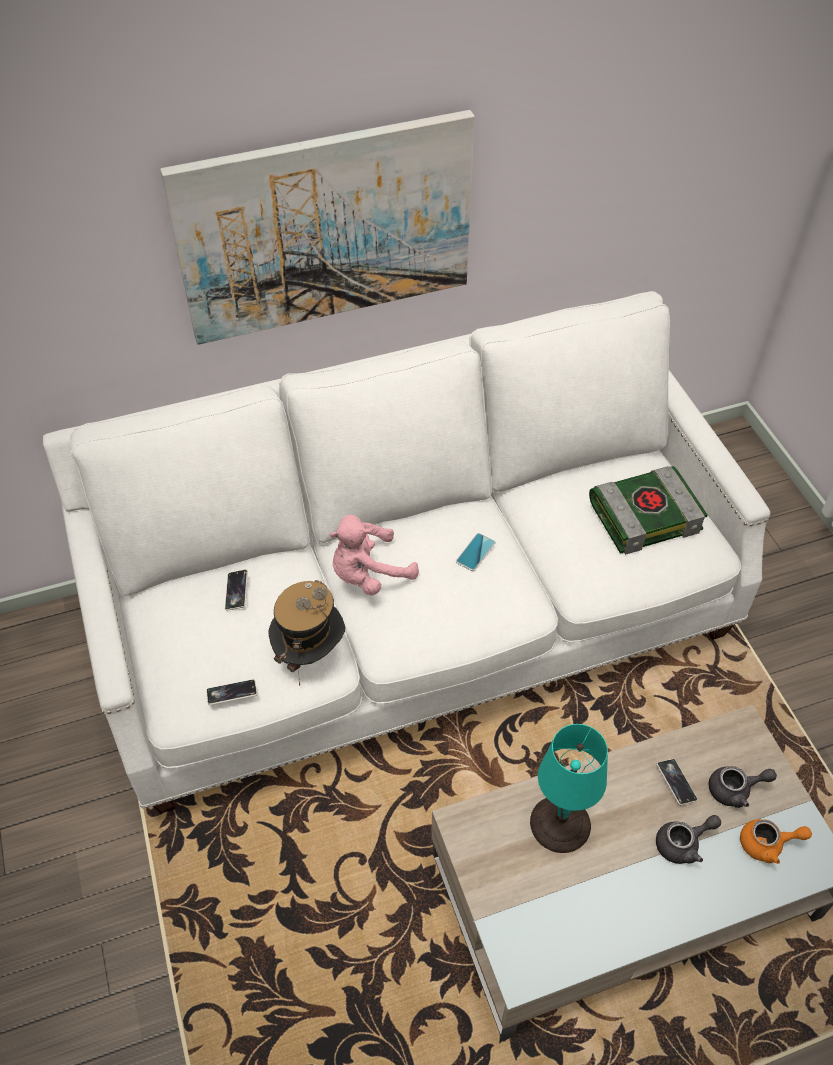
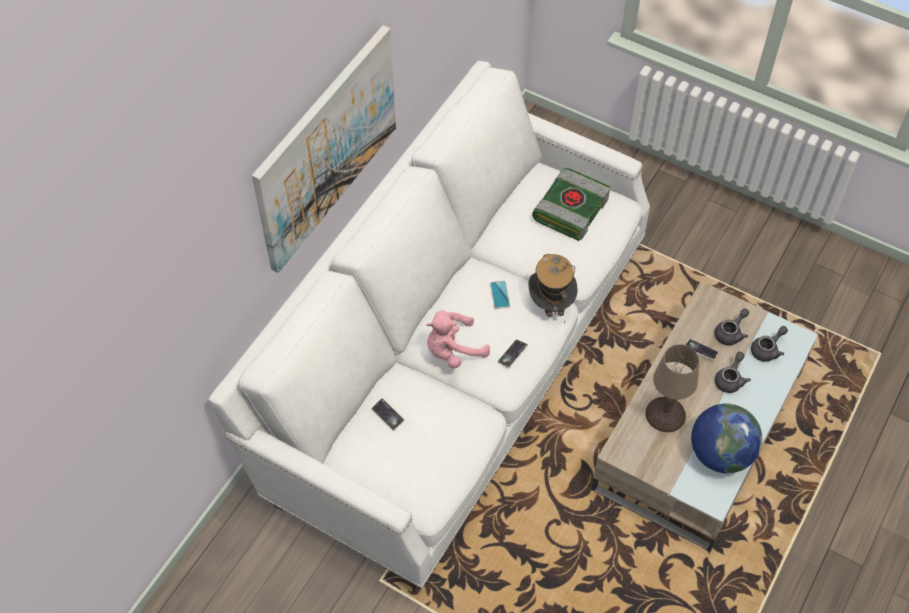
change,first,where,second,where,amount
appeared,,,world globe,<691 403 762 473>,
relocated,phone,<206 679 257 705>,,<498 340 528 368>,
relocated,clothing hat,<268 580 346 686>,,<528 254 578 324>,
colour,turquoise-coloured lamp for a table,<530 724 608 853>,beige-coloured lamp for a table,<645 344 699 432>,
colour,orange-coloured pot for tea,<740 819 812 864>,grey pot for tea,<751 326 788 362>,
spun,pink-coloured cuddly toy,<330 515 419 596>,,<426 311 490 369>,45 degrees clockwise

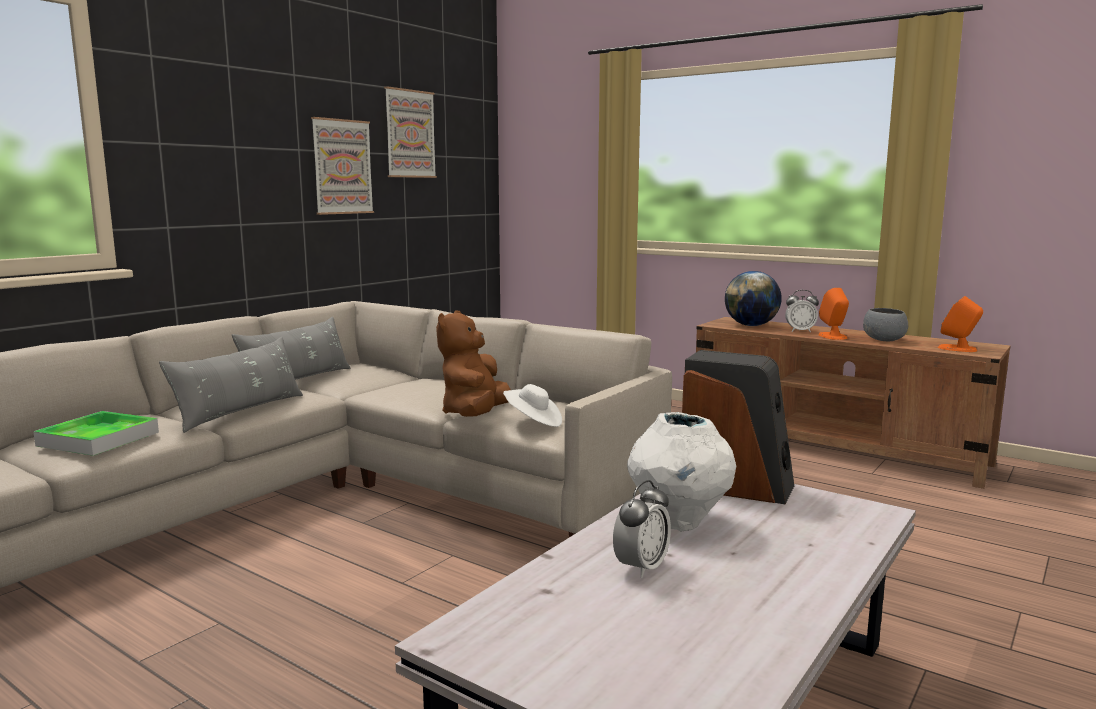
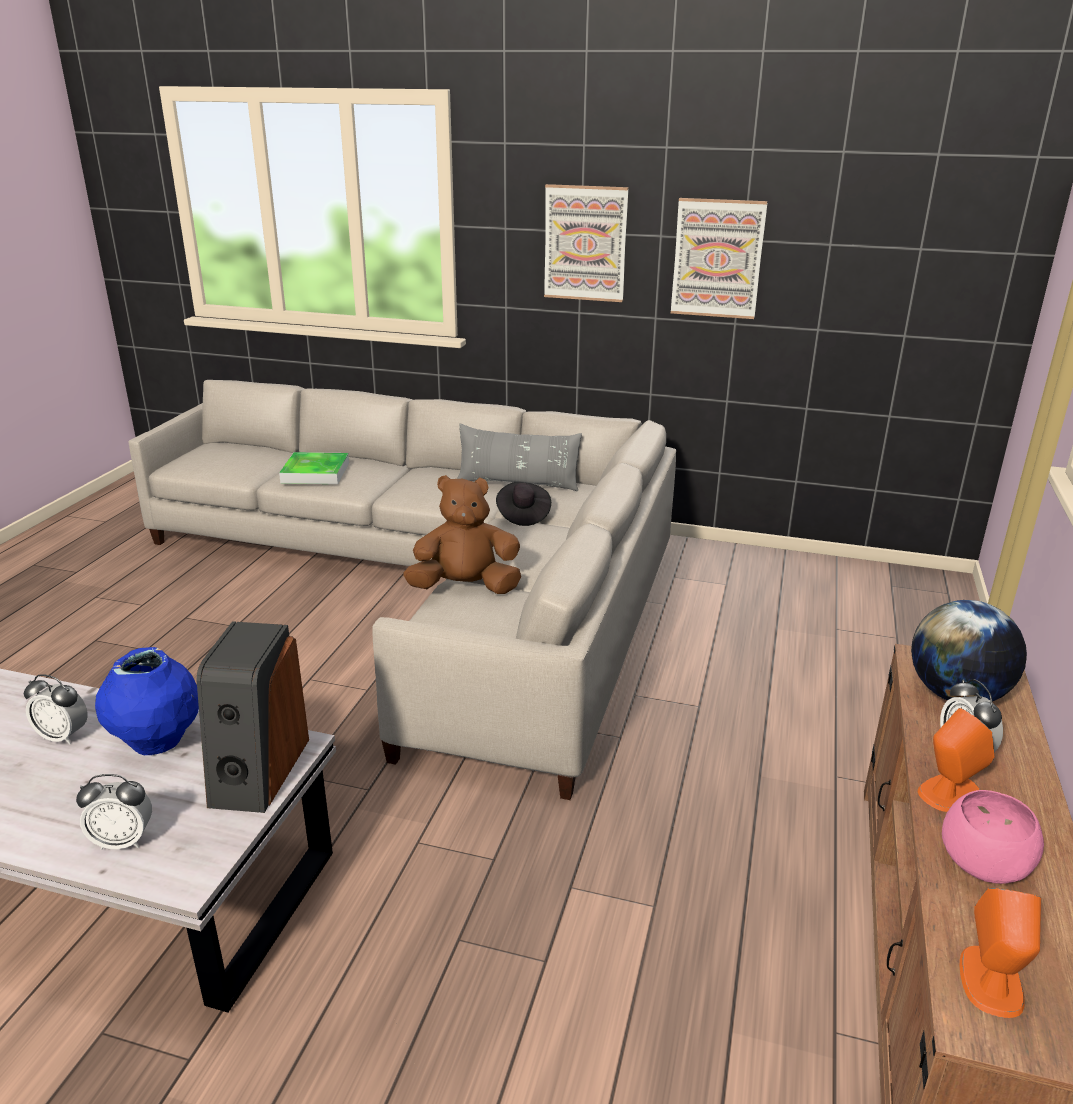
change,first,where,second,where,amount
missing,grey pillow,<159 337 303 433>,,,
missing,white-coloured clothing hat,<503 384 562 427>,,,
appeared,,,table clock,<76 774 152 850>,
appeared,,,black-coloured clothing hat,<496 482 551 526>,
relocated,wall art,<384 86 437 178>,,<544 184 629 302>,
colour,white-coloured vase,<627 412 736 532>,blue vase,<95 647 199 755>,
colour,grey bowl,<863 308 908 341>,pink-coloured bowl,<942 790 1044 884>,

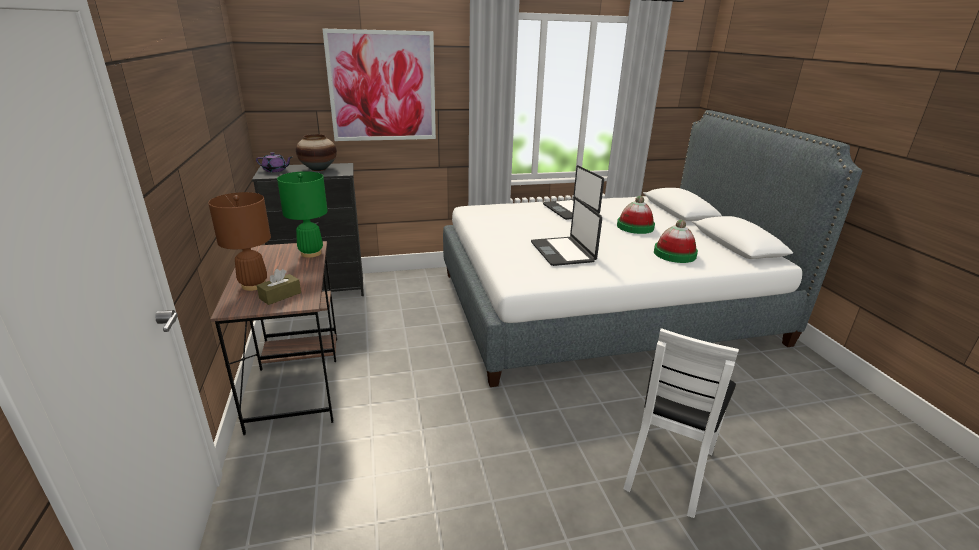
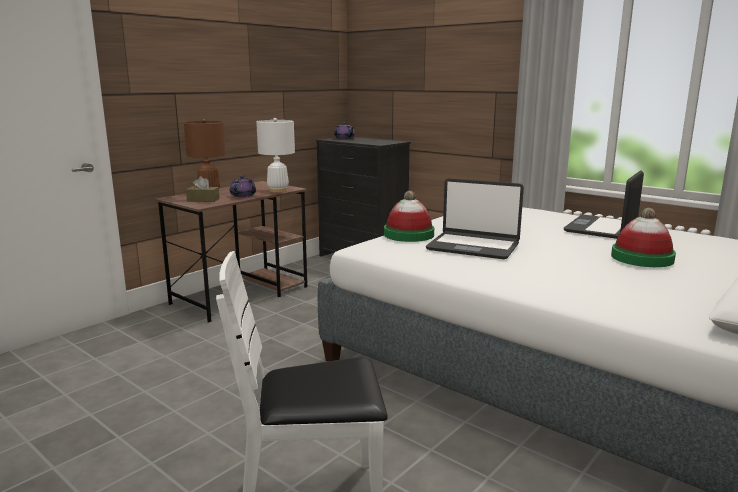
change,first,where,second,where,amount
missing,vase,<296 134 337 171>,,,
missing,wall art,<322 29 436 141>,,,
appeared,,,purple-coloured pot for tea,<230 176 256 197>,
relocated,clothing hat,<654 220 698 263>,,<384 191 434 242>,
colour,greenish lamp for a table,<277 171 328 258>,white-coloured lamp for a table,<256 118 295 192>,
spun,notebook computer,<531 197 602 266>,,<426 178 524 259>,105 degrees counterclockwise

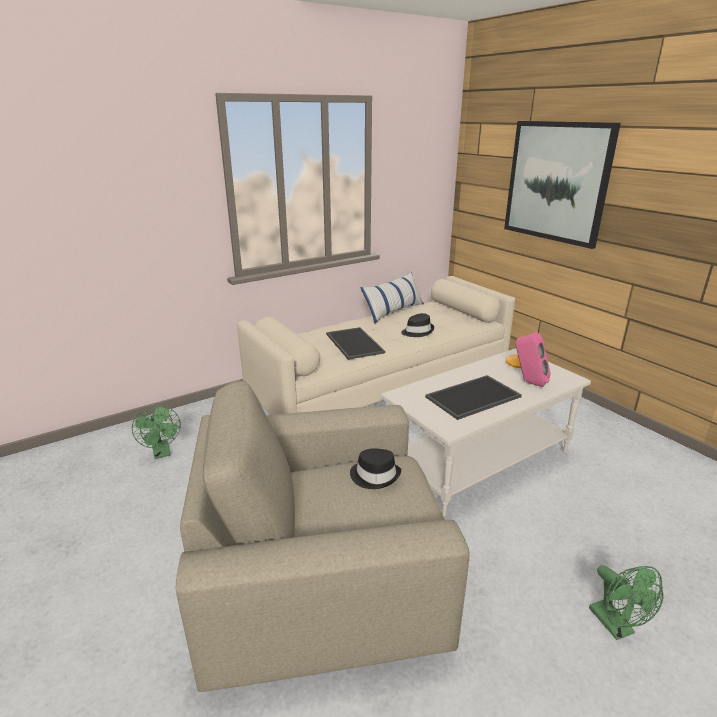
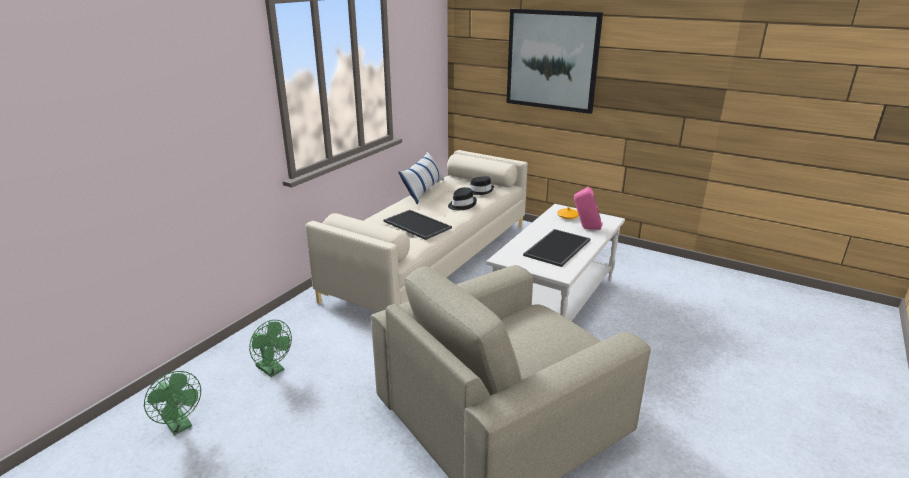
change,first,where,second,where,amount
relocated,black-coloured clothing hat,<350 448 401 489>,,<469 176 494 195>,
relocated,greenish fan,<589 565 663 640>,,<144 371 201 435>,

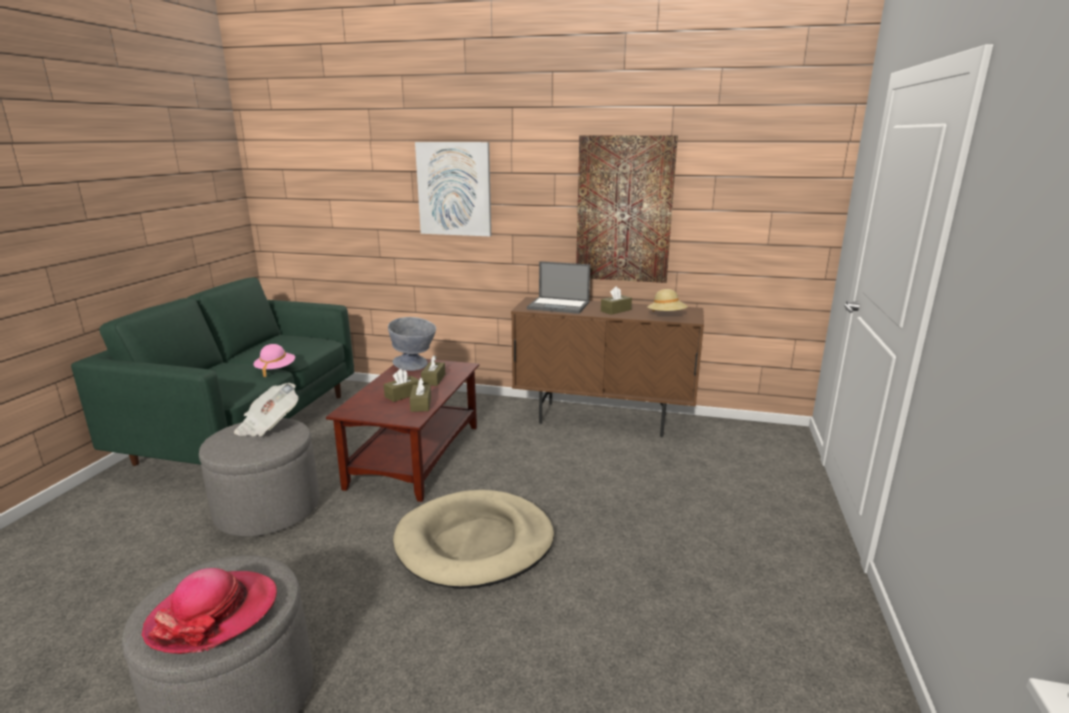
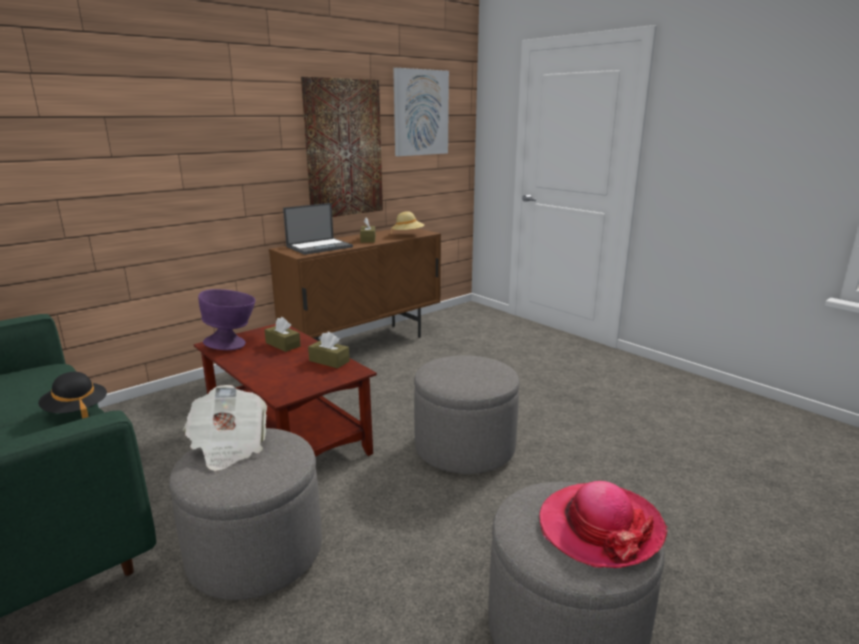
change,first,where,second,where,amount
missing,brownish tissue holder,<384 369 419 402>,,,
relocated,wall art,<415 142 491 236>,,<393 68 449 156>,
exchanged,beige-coloured dog cushion,<393 490 554 589>,grey pouffe,<414 355 520 474>,
colour,pink-coloured clothing hat,<253 344 295 377>,black-coloured clothing hat,<38 372 107 419>,
colour,grey bowl,<388 317 436 371>,purple-coloured bowl,<198 289 256 350>,

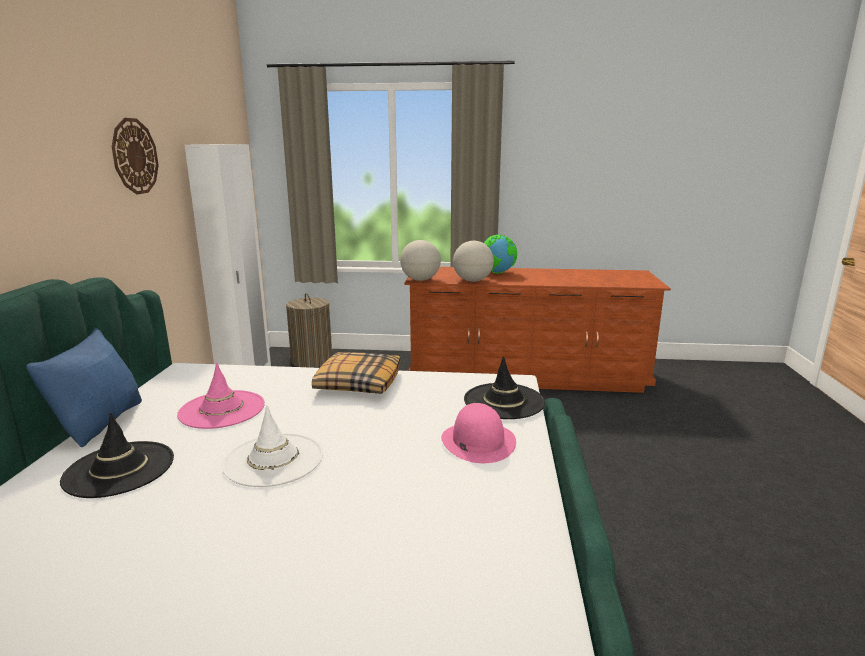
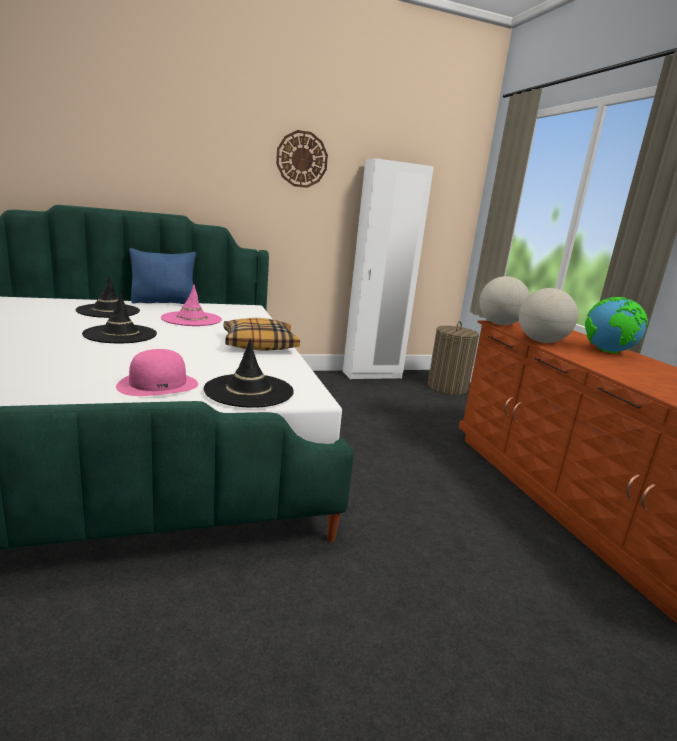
change,first,where,second,where,amount
colour,white-coloured clothing hat,<222 405 323 487>,black-coloured clothing hat,<82 293 157 343>,

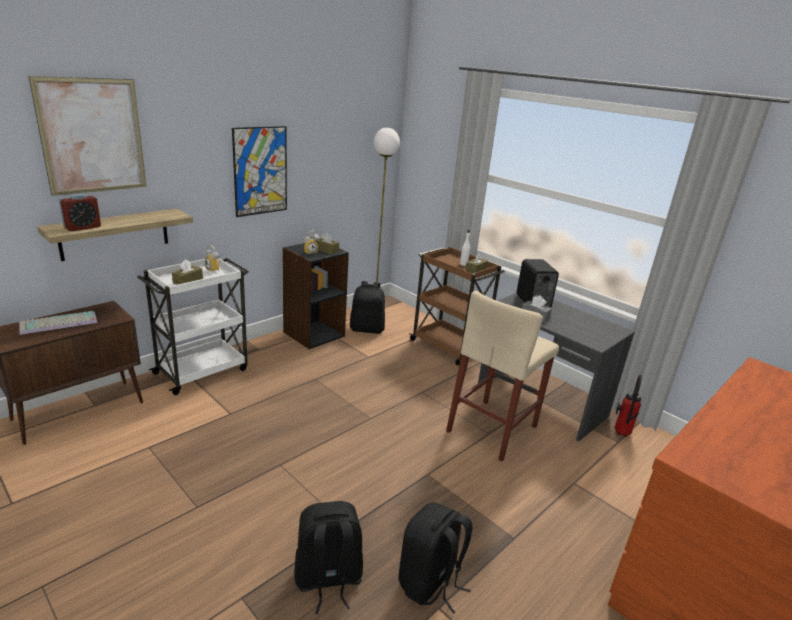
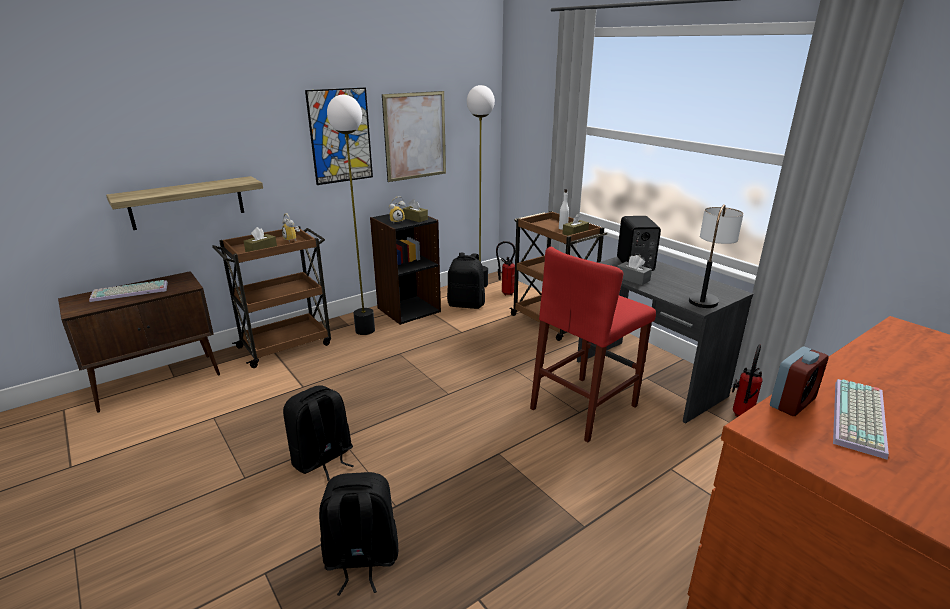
change,first,where,second,where,amount
appeared,,,standing lamp,<327 95 375 335>,
appeared,,,fire-fighting cylinder,<496 241 515 295>,
appeared,,,lamp for a table,<689 204 744 308>,
appeared,,,computer keyboard,<833 379 889 460>,
relocated,wall art,<29 76 146 196>,,<382 91 446 182>,
relocated,table clock,<59 194 101 231>,,<770 347 829 416>,
relocated,black-coloured backpack,<399 502 473 614>,,<283 385 354 481>,
colour,white-coloured trolley,<138 258 249 395>,brownish trolley,<212 226 331 368>,
colour,beige-coloured stool seat,<446 291 559 461>,red-coloured stool seat,<530 247 656 442>,

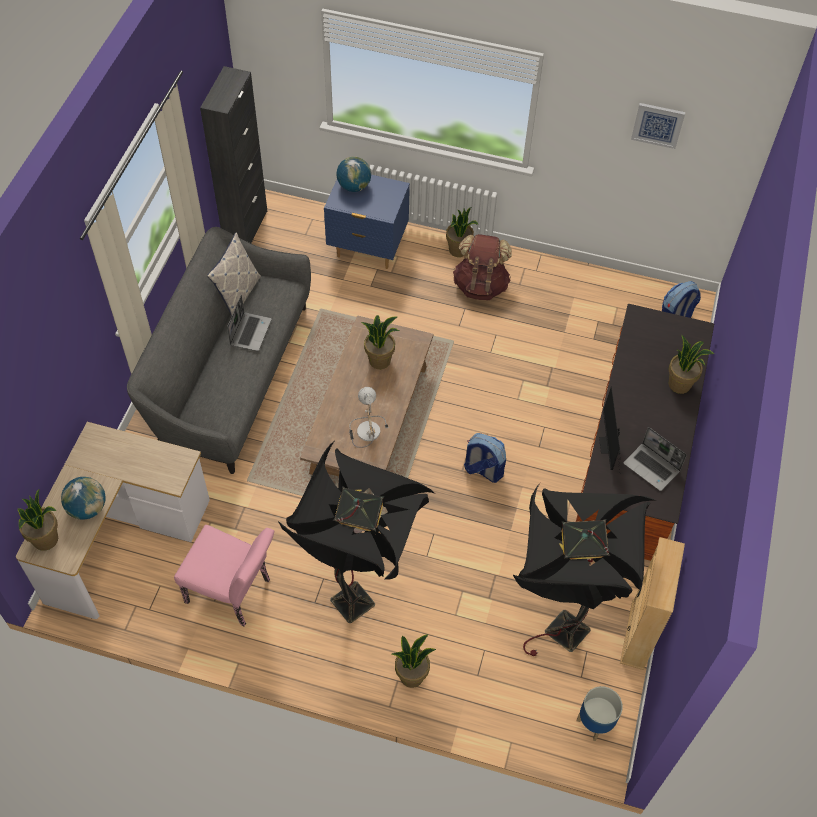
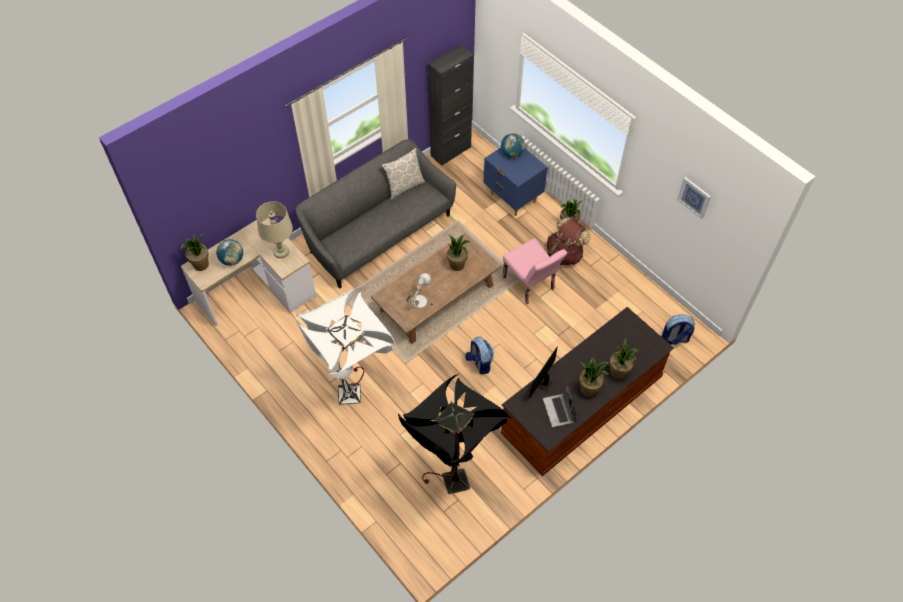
change,first,where,second,where,amount
missing,notebook computer,<227 295 272 351>,,,
missing,planter,<577 686 623 741>,,,
missing,beige-coloured bookshelf,<620 537 685 670>,,,
appeared,,,beige-coloured lamp for a table,<256 201 293 258>,
relocated,pink-coloured chair,<174 525 274 626>,,<503 238 567 305>,
relocated,houseplant,<391 634 436 688>,,<579 358 609 397>,
colour,black-coloured standing lamp,<277 442 435 623>,white-coloured standing lamp,<294 287 397 405>,

